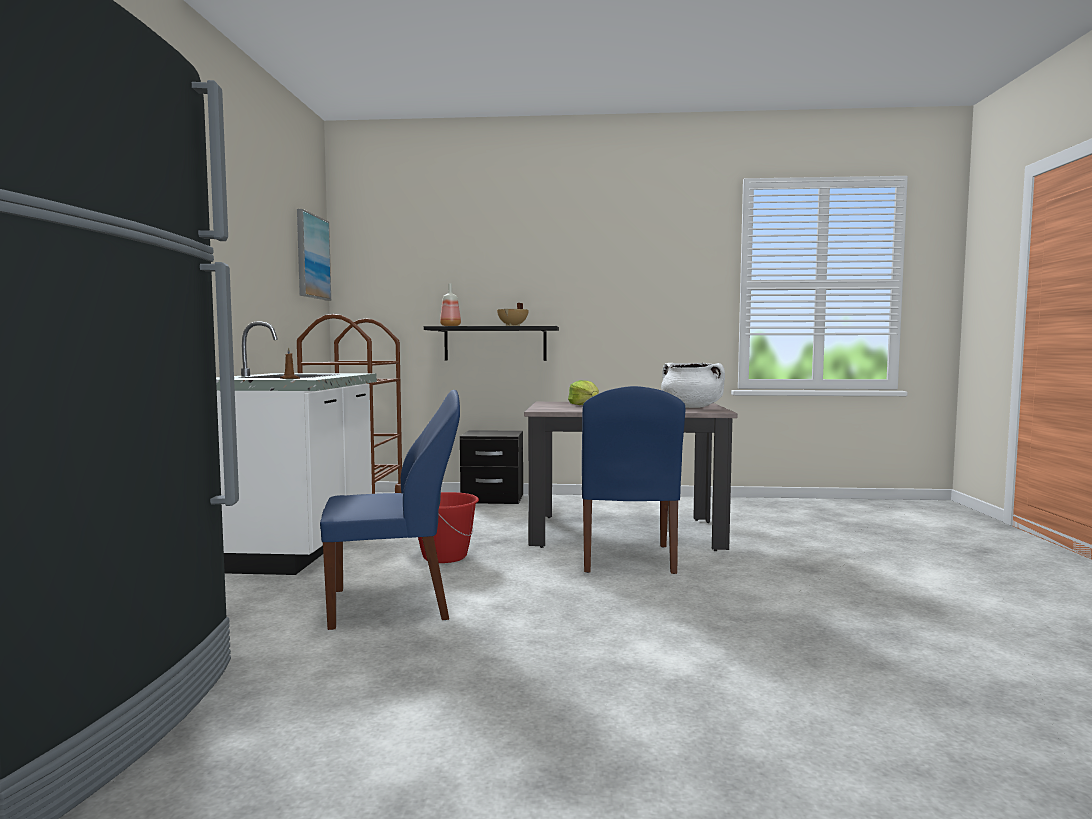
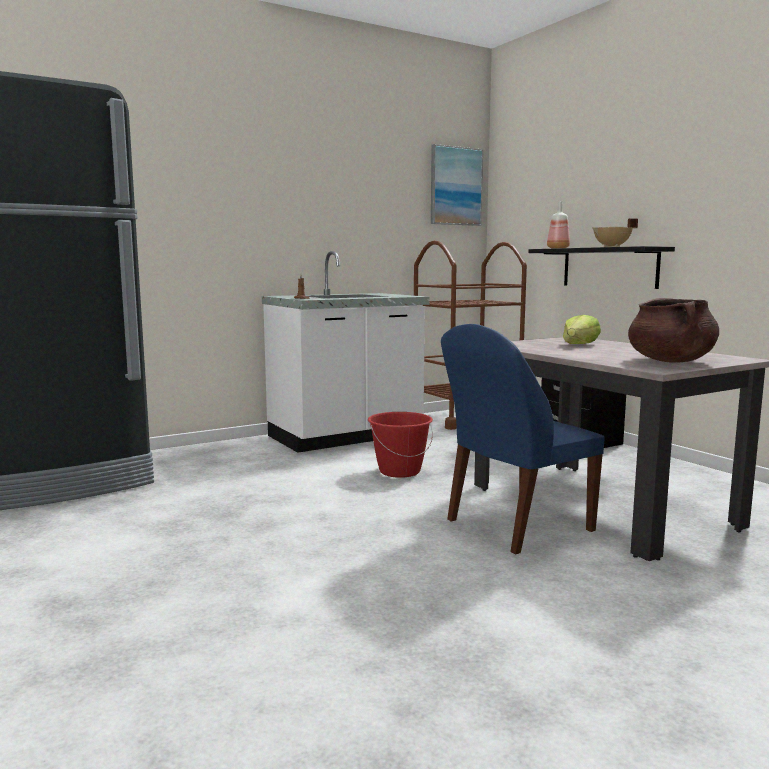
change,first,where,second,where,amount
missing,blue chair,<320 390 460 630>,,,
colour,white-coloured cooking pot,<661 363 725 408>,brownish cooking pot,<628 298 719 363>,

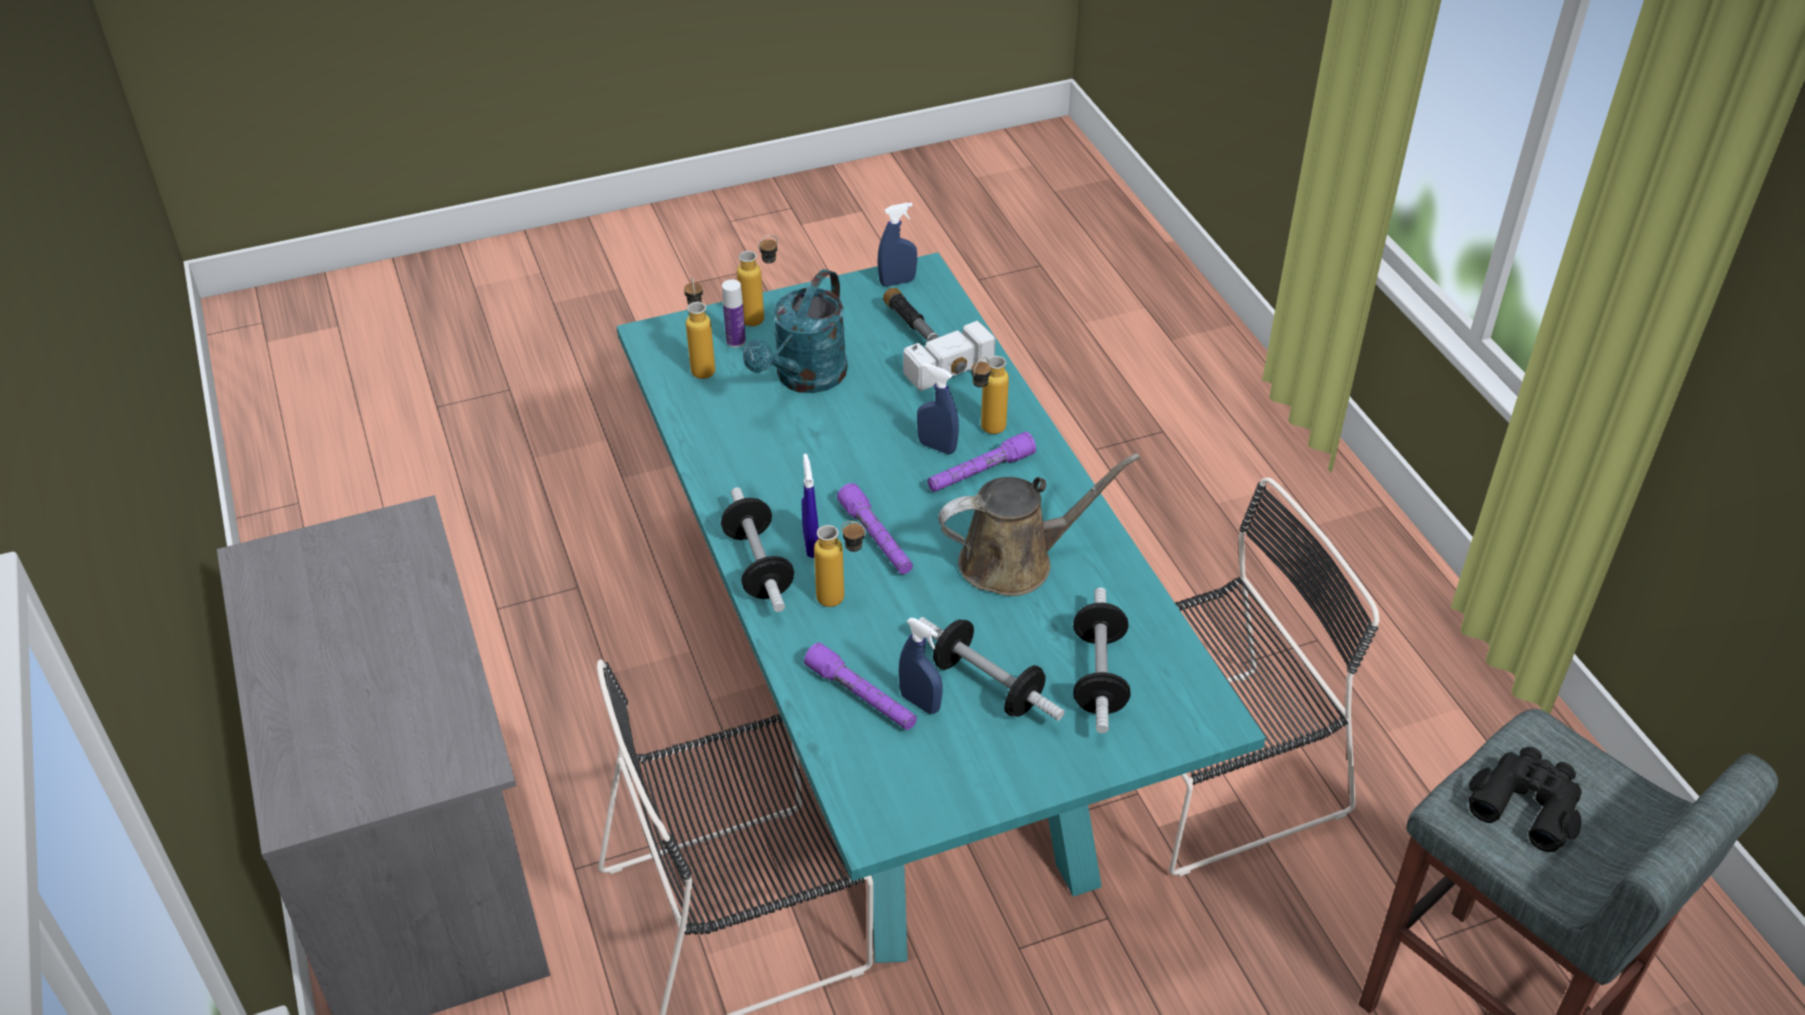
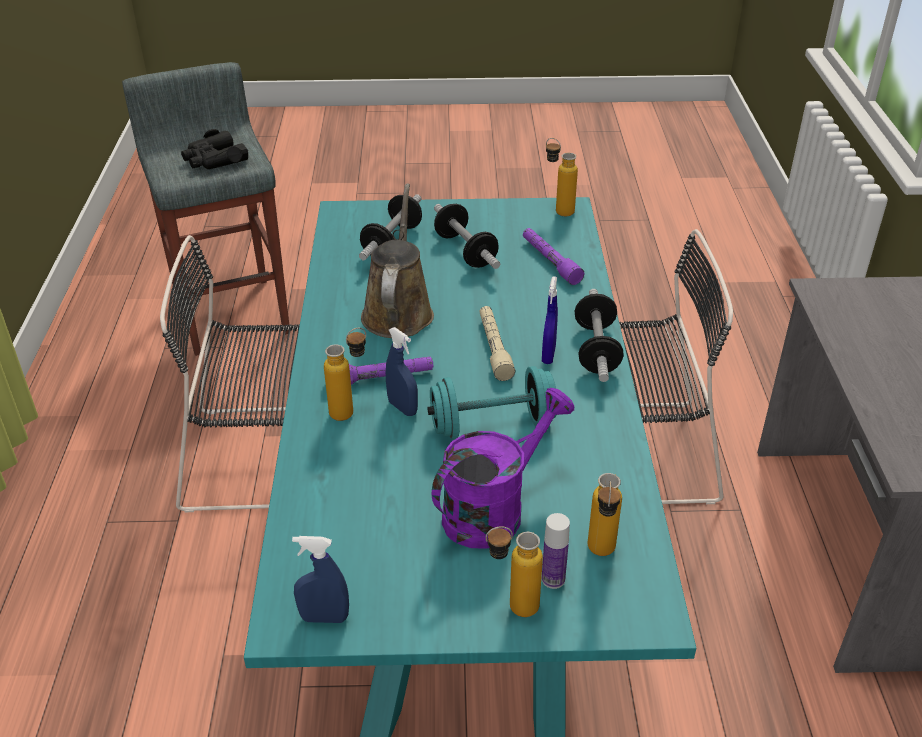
change,first,where,second,where,amount
missing,hammer,<883 288 996 391>,,,
missing,blue spray bottle,<899 618 943 714>,,,
appeared,,,turquoise-coloured free weight,<427 366 556 439>,
relocated,drink bottle,<814 521 866 607>,,<546 138 578 217>,
colour,turquoise-coloured sprinkling can,<743 269 848 393>,purple-coloured sprinkling can,<432 388 575 549>,
colour,purple-coloured flashlight,<837 483 913 574>,beige-coloured flashlight,<480 306 515 381>,
spun,brownish sprinkling can,<938 453 1140 596>,,<361 184 434 338>,90 degrees clockwise

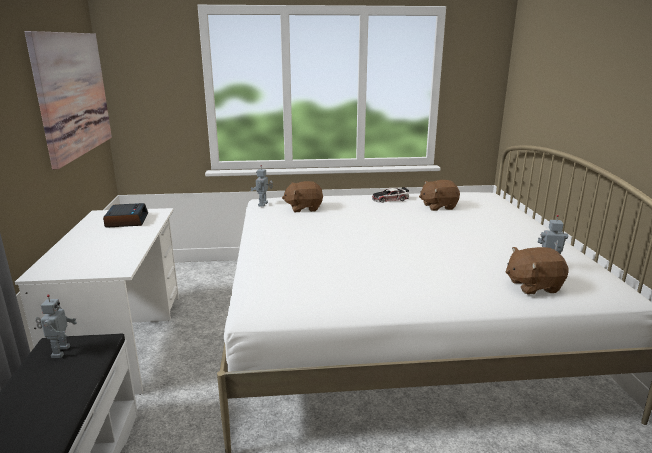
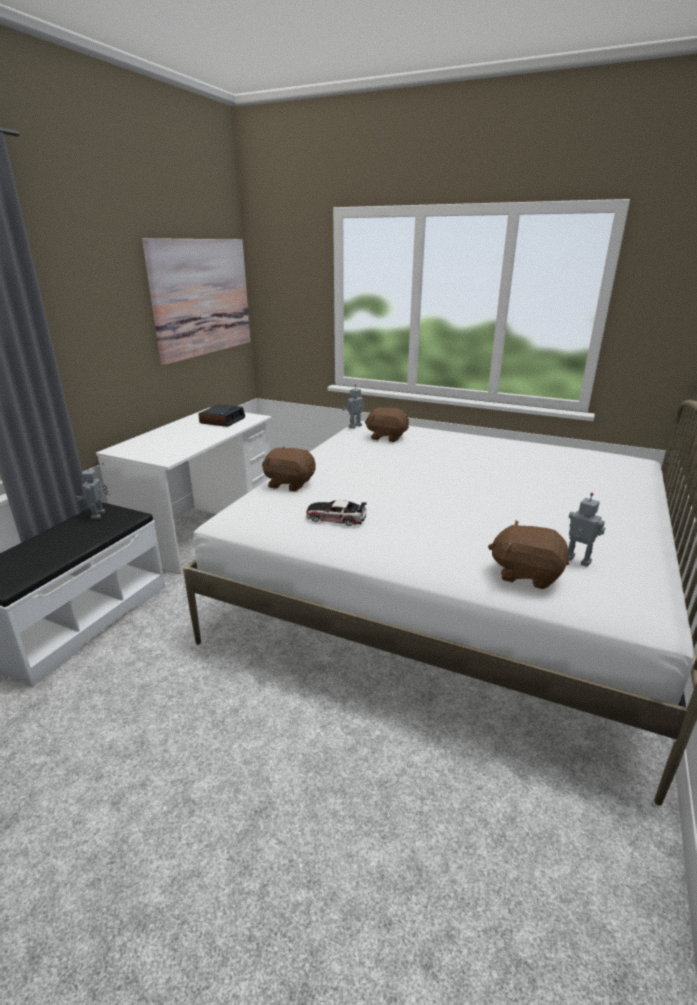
change,first,where,second,where,amount
relocated,miniature car,<372 187 409 203>,,<306 500 367 526>,
relocated,brownish cuddly toy,<419 180 460 211>,,<262 446 316 492>,
spun,model robot,<35 294 77 358>,,<76 465 108 519>,150 degrees clockwise

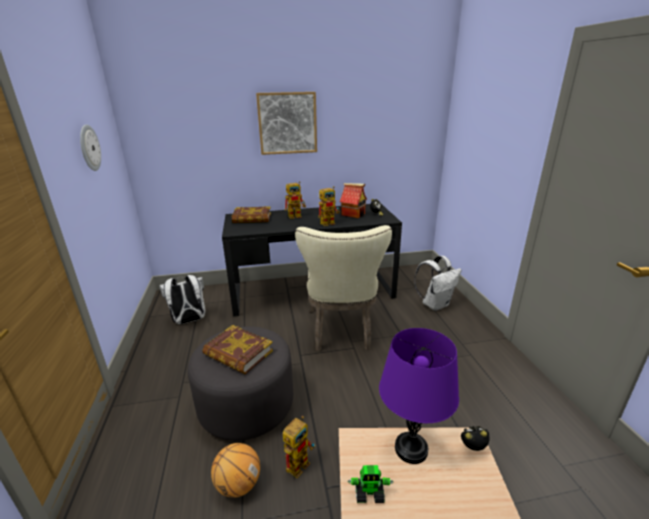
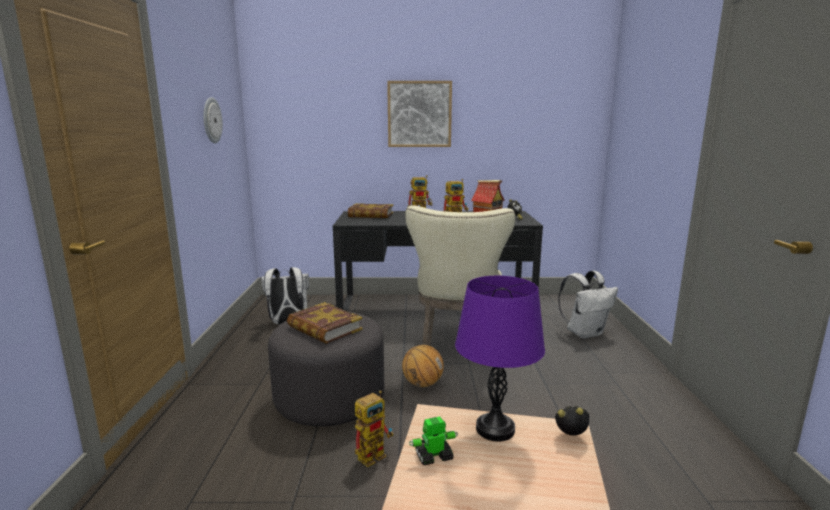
change,first,where,second,where,amount
relocated,ball for basketball,<211 443 260 498>,,<402 345 444 387>,
spun,model robot,<348 465 394 503>,,<409 416 458 466>,150 degrees clockwise

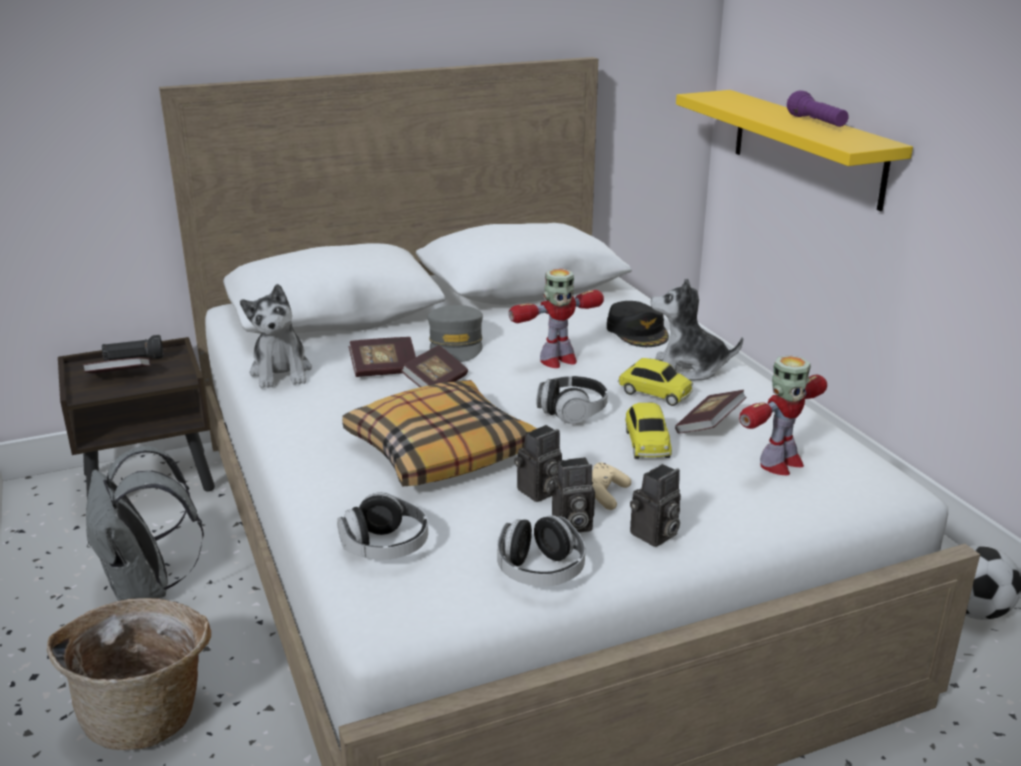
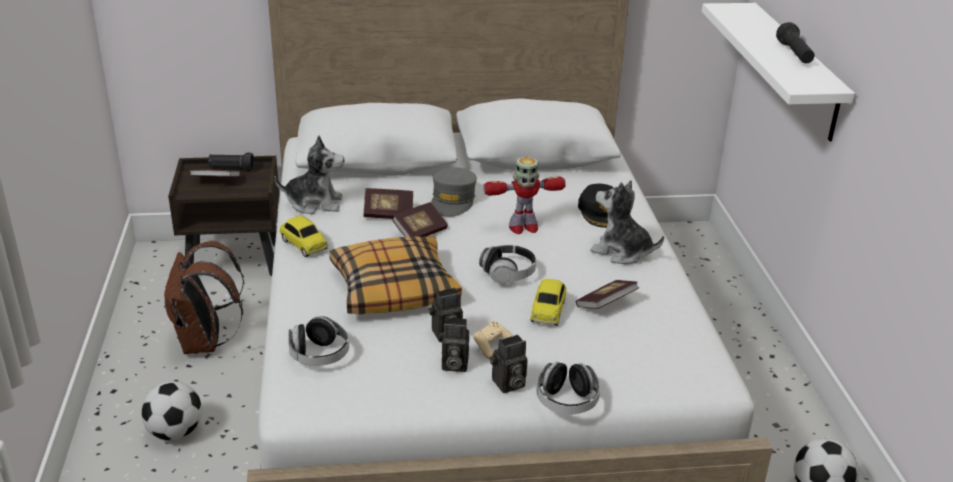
change,first,where,second,where,amount
missing,model robot,<739 355 827 475>,,,
relocated,pair of headphones,<497 515 585 586>,,<537 362 600 414>,
relocated,miniature car,<618 358 693 406>,,<280 216 328 257>,
exchanged,storage basket,<47 598 211 750>,football,<141 381 202 440>,
colour,grey backpack,<86 446 204 601>,brownish backpack,<164 241 244 354>,
colour,yellow bracket shelf,<676 90 913 211>,white-coloured bracket shelf,<702 3 855 141>,
colour,purple-coloured flashlight,<787 90 849 127>,black-coloured flashlight,<776 22 815 63>,
spun,cuddly toy,<240 284 312 388>,,<275 135 344 214>,90 degrees counterclockwise

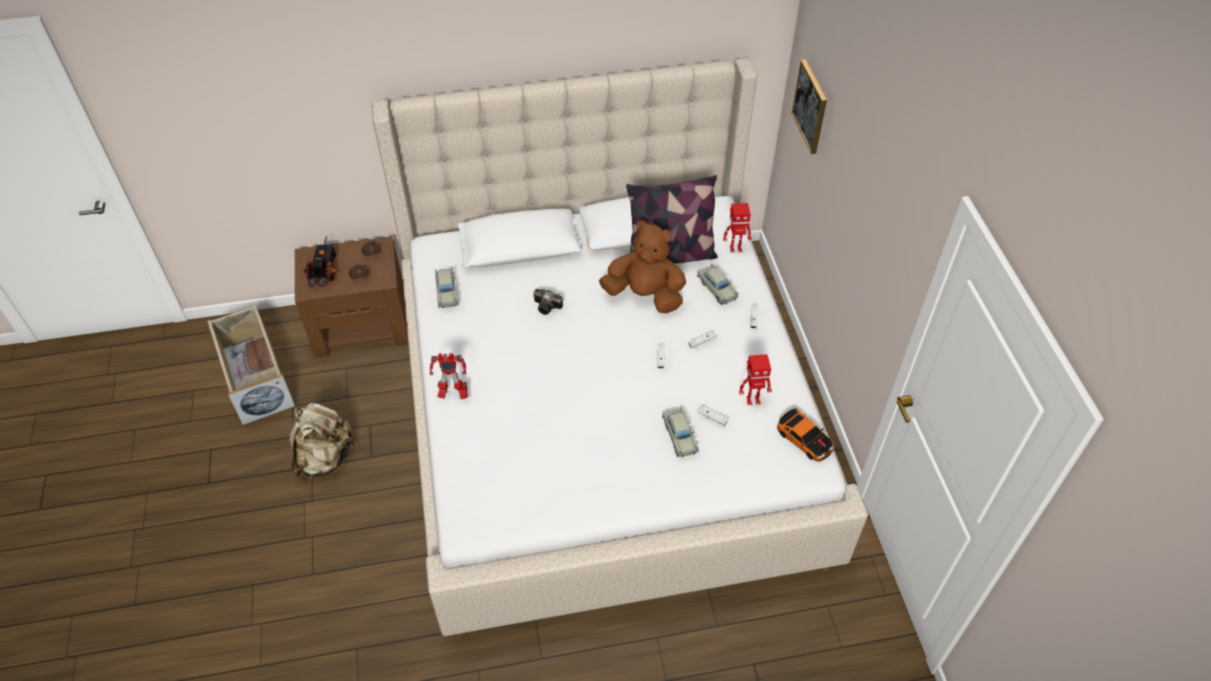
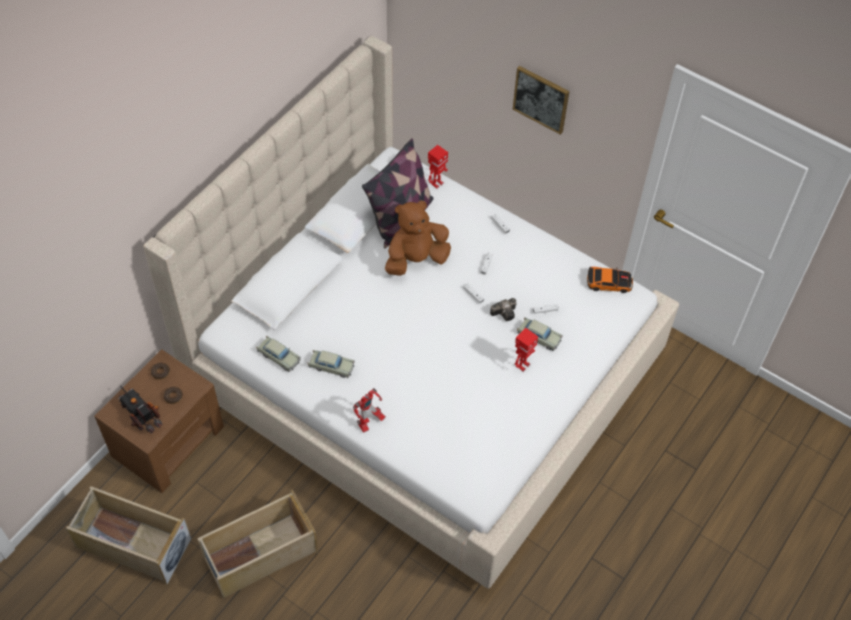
change,first,where,second,where,amount
relocated,still camera,<533 289 563 315>,,<490 298 517 321>,
relocated,beige-coloured miniature car,<697 264 739 305>,,<308 350 355 378>,
relocated,model robot,<739 354 772 405>,,<514 328 538 372>,
relocated,wall art,<792 59 827 154>,,<513 66 570 135>,
exchanged,beige-coloured backpack,<290 403 354 481>,beige-coloured storage box,<197 490 318 598>,

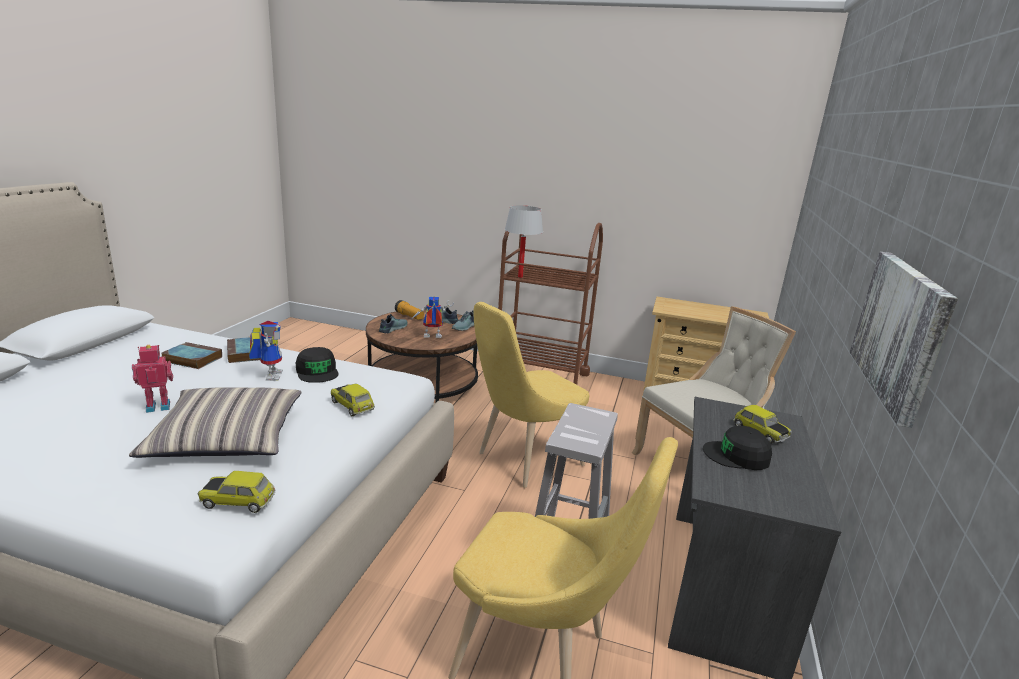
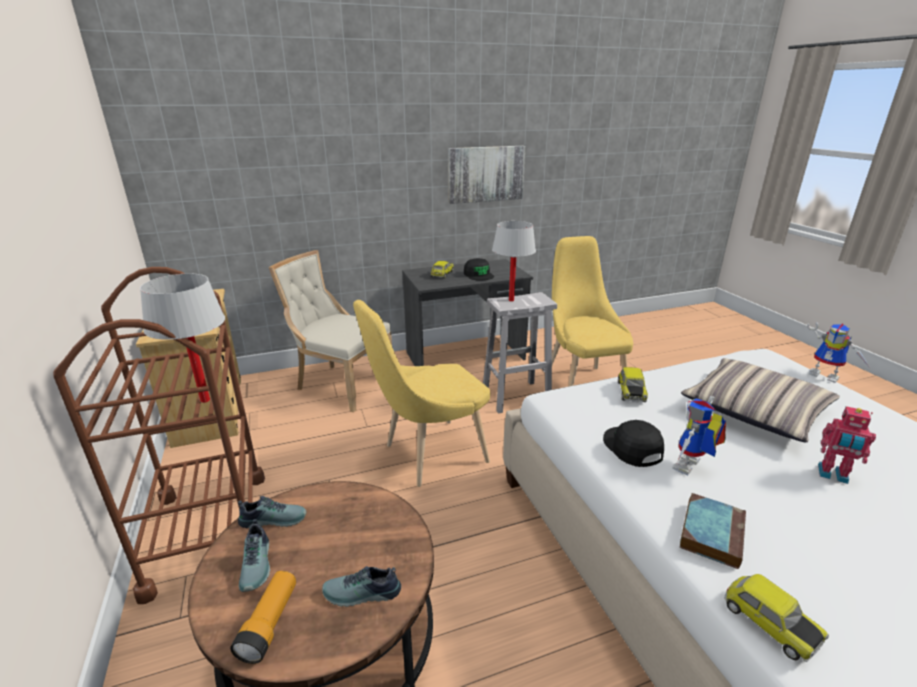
change,first,where,second,where,amount
missing,volume,<162 342 222 369>,,,
appeared,,,white-coloured lamp for a table,<492 221 536 302>,
relocated,miniature car,<198 471 275 513>,,<724 574 829 662>,
relocated,model robot,<410 297 454 338>,,<807 323 869 383>,
spun,black-coloured peaked cap,<296 347 339 383>,,<603 420 664 467>,45 degrees counterclockwise
spun,yellow chair,<473 302 589 488>,,<353 300 490 487>,135 degrees clockwise

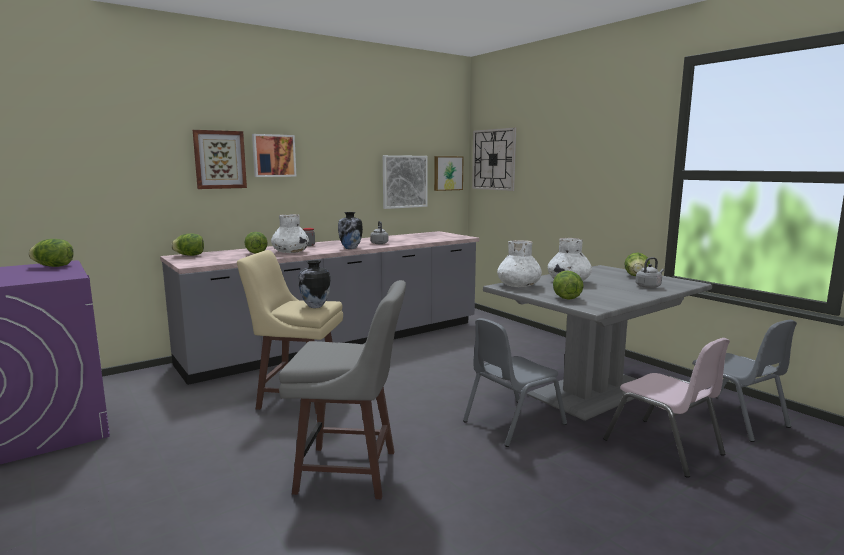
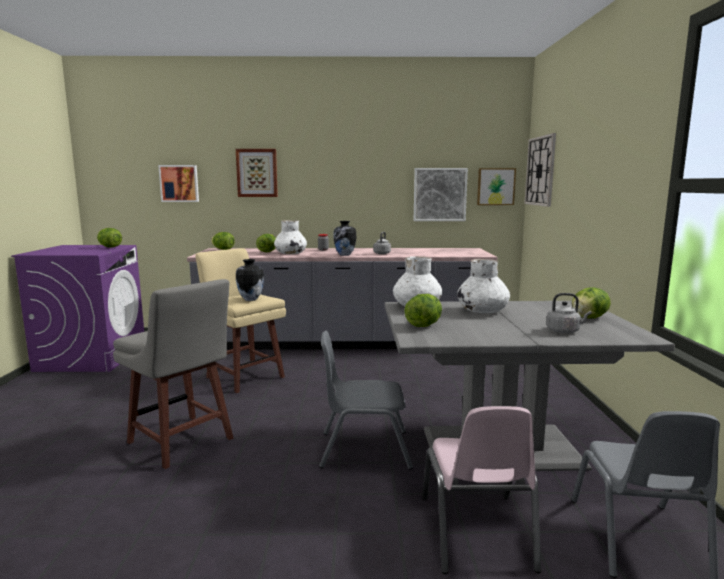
change,first,where,second,where,amount
relocated,wall art,<252 134 296 177>,,<158 165 199 202>,

